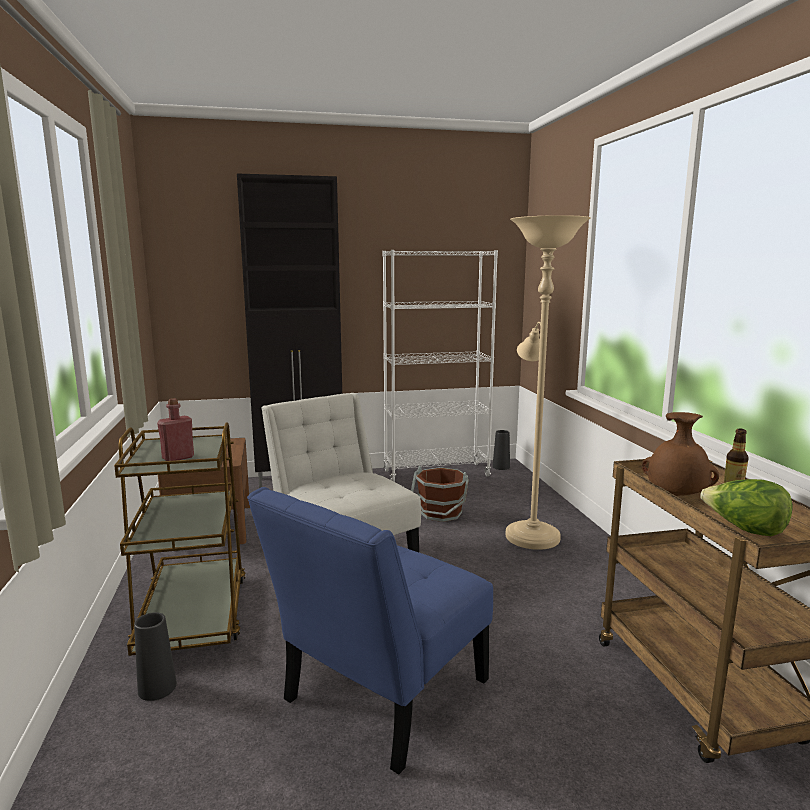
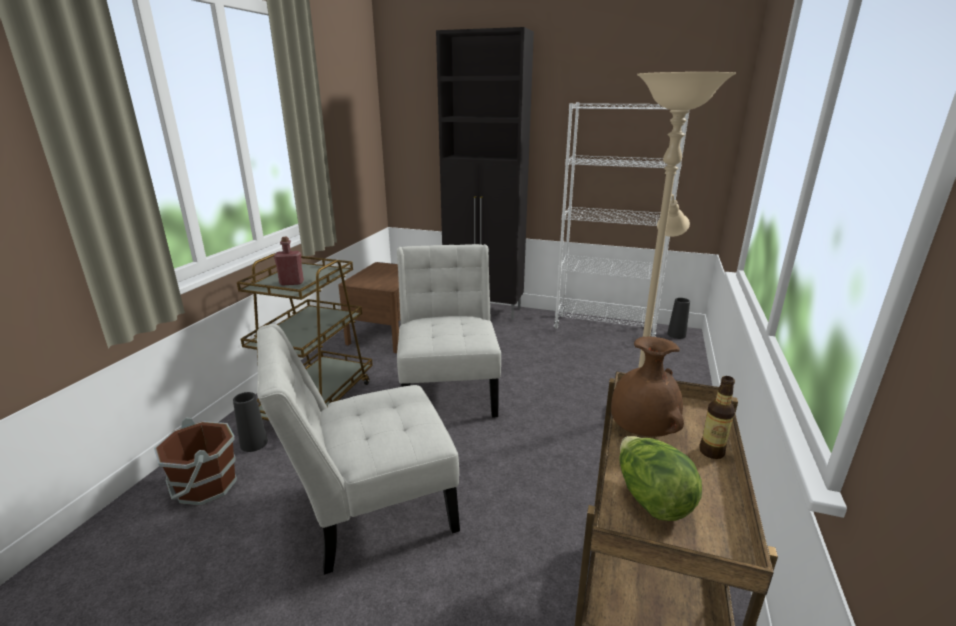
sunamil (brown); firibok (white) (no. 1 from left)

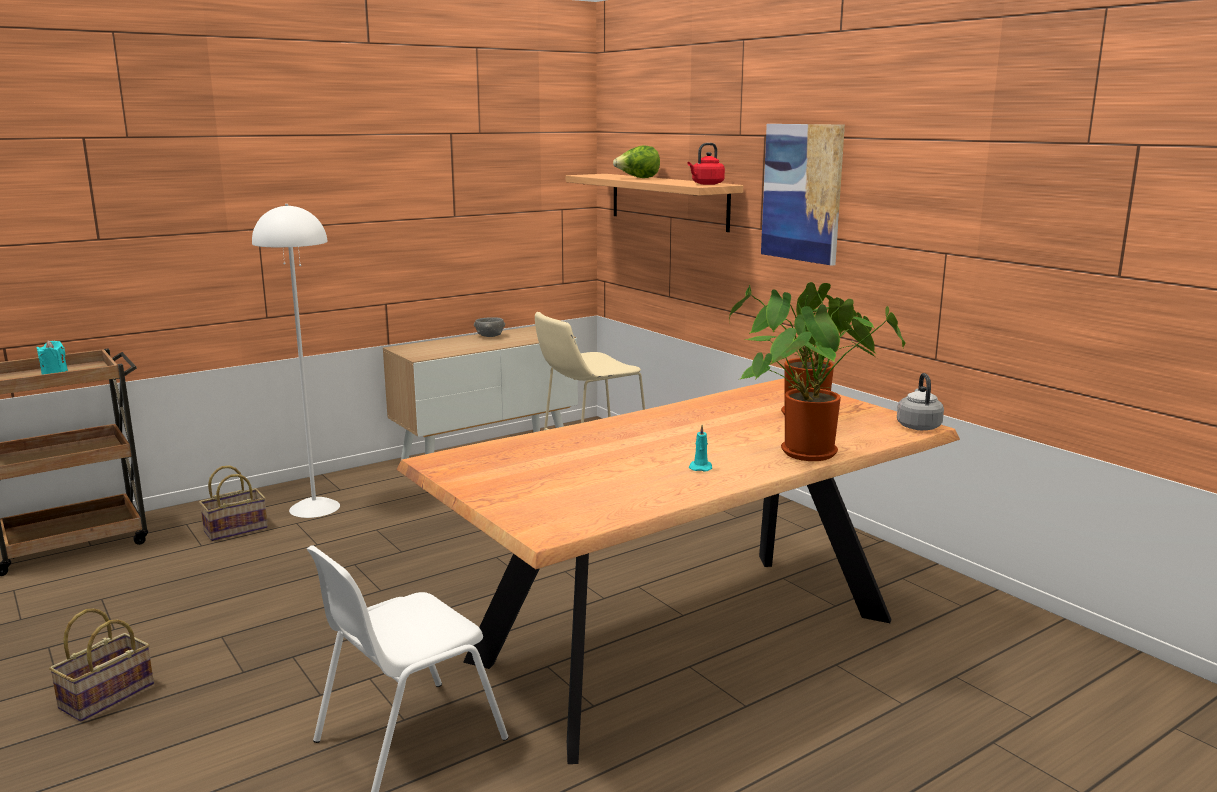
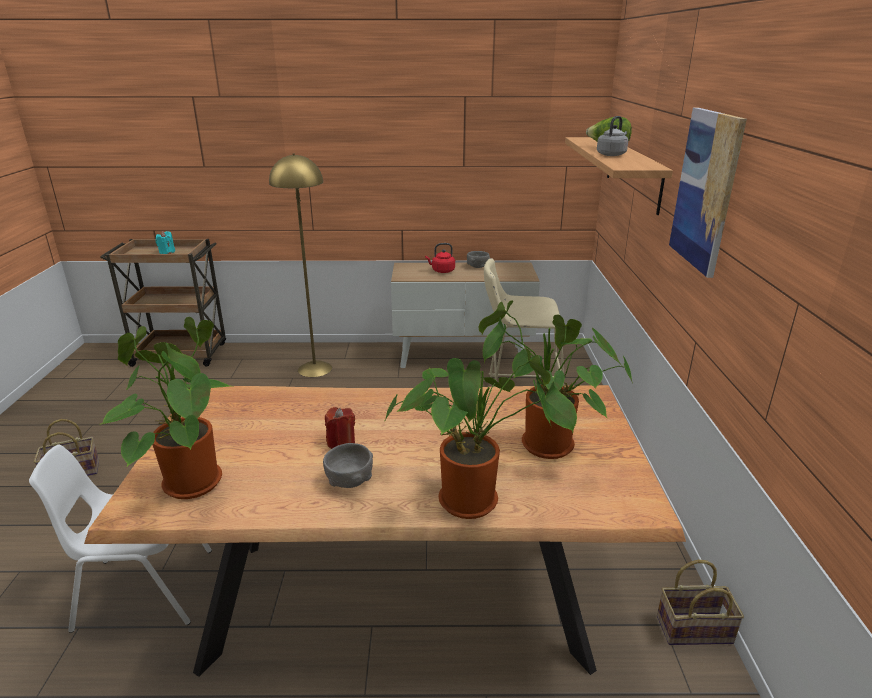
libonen (no. 1 from left); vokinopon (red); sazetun (no. 2 from left); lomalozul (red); lomalozul (grey); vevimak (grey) (no. 1 from left); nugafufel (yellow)

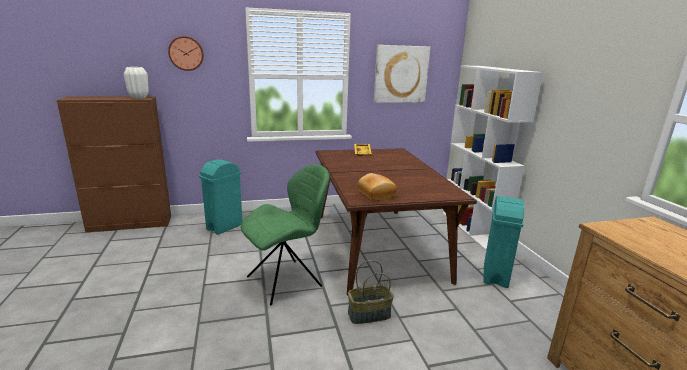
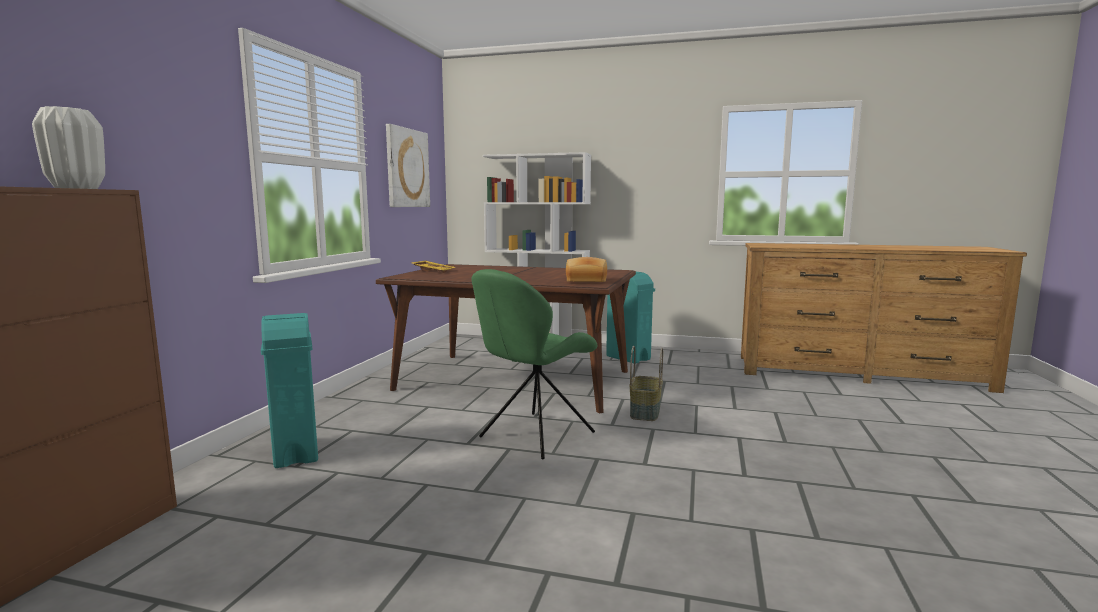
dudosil; firibok (green)

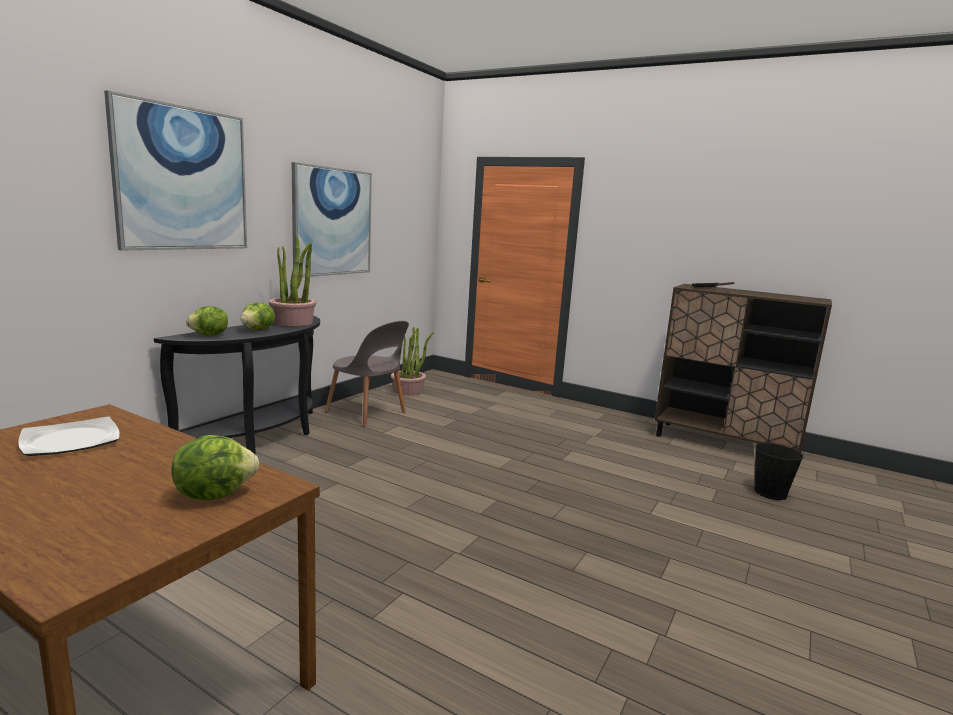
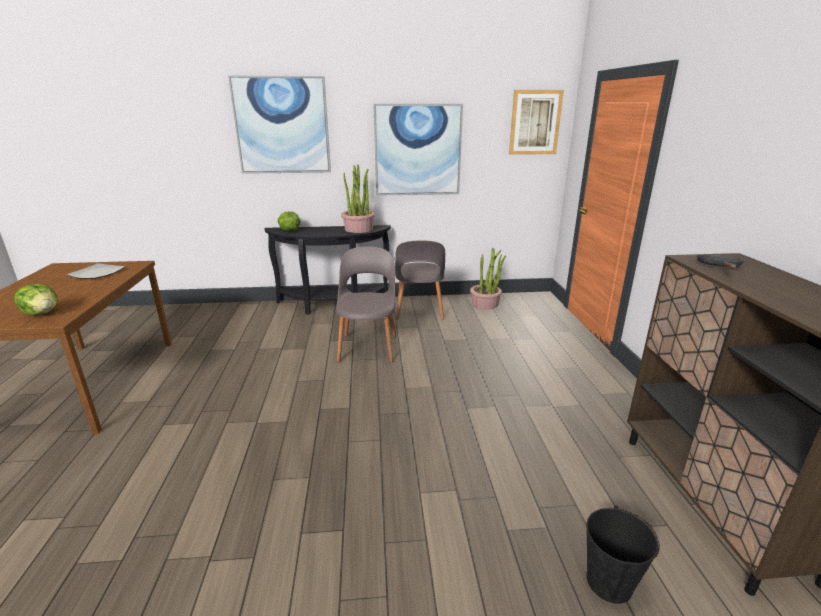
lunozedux (no. 3 from left in the first image); firibok (grey) (no. 1 from left); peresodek (no. 3 from left)

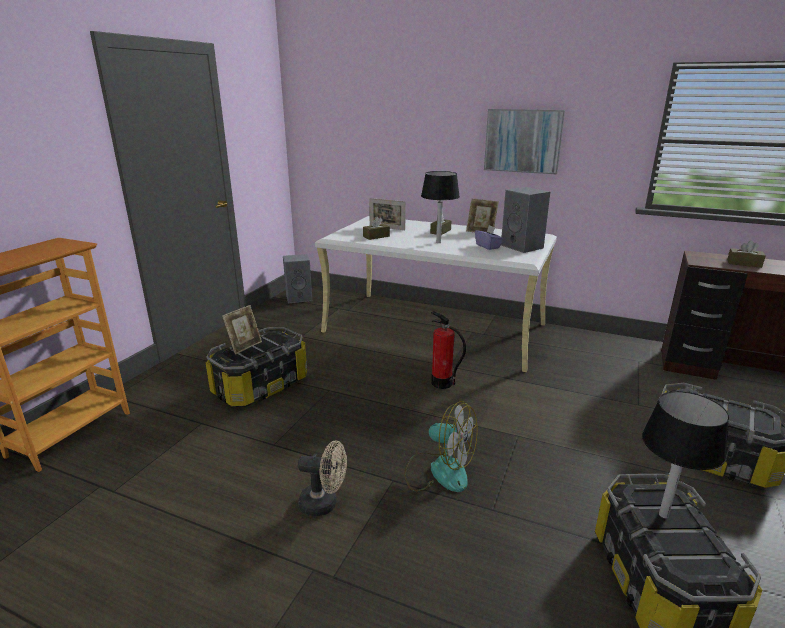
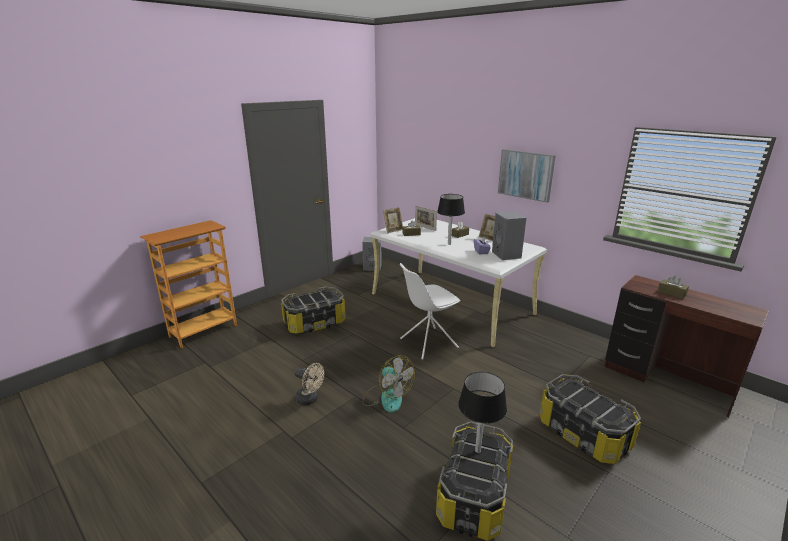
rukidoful (no. 1 from left); firibok (white)

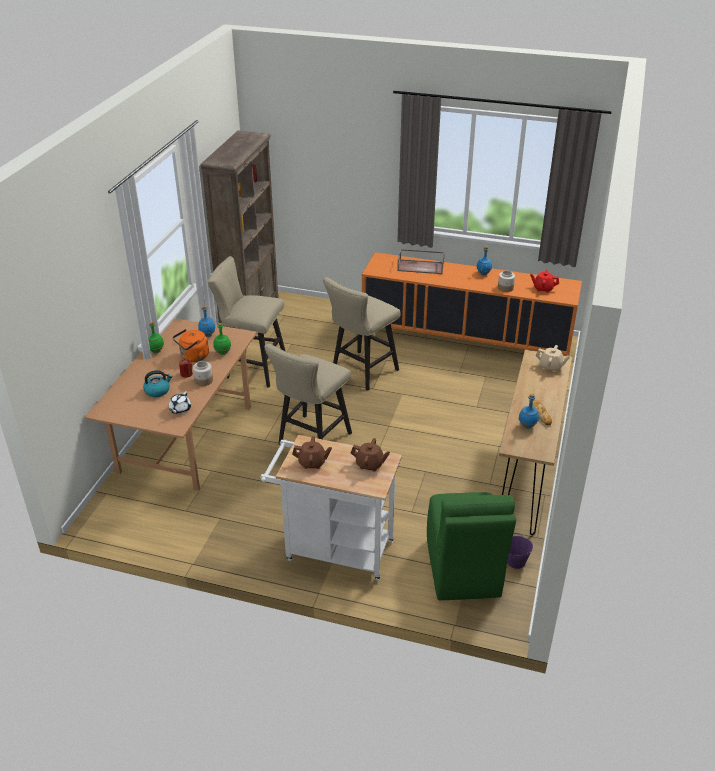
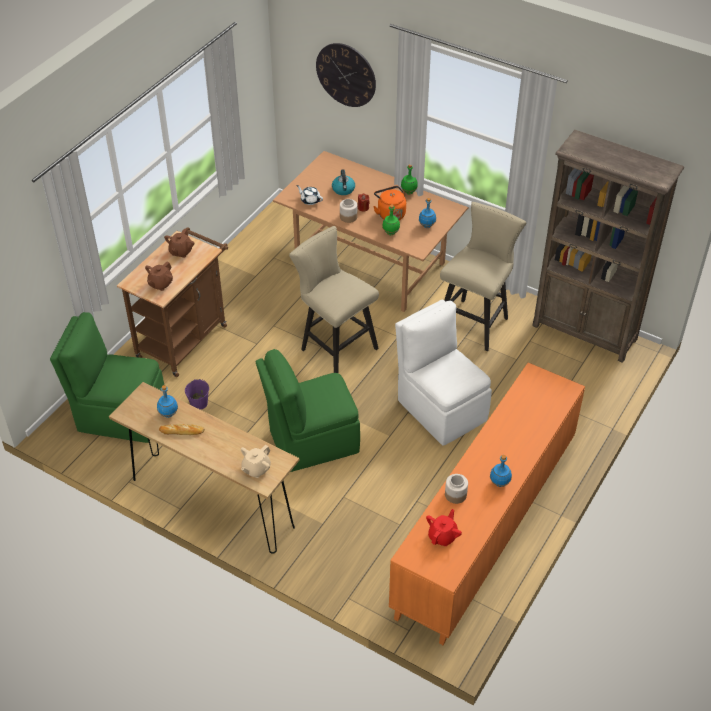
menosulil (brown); firibok (green) (no. 2 from left); dudosil; sunamil (purple); firibok (white); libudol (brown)

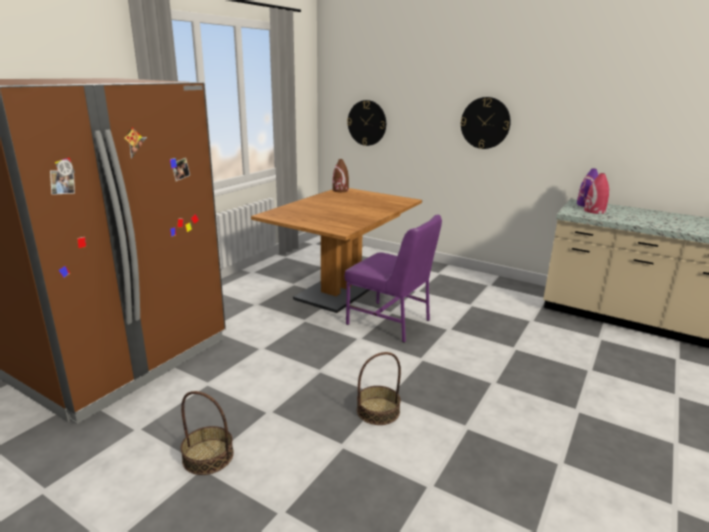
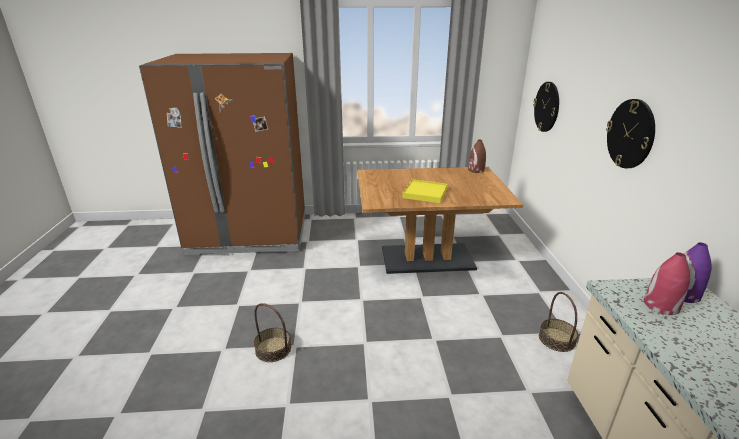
firibok (purple); menosulil (yellow); sazetun (no. 2 from left)

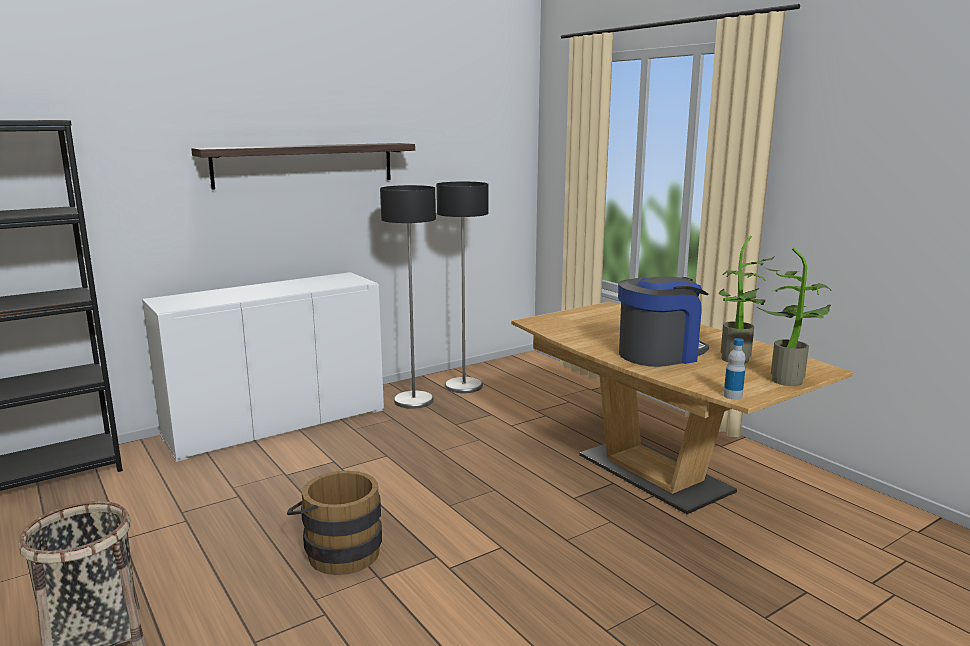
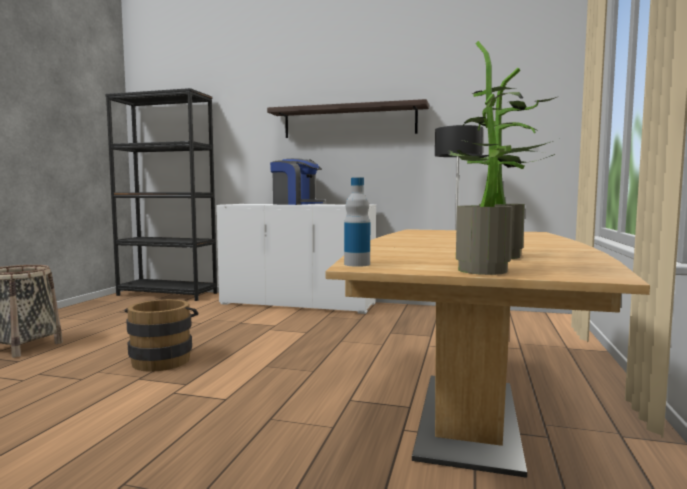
nugafufel (no. 1 from left in the first image); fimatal

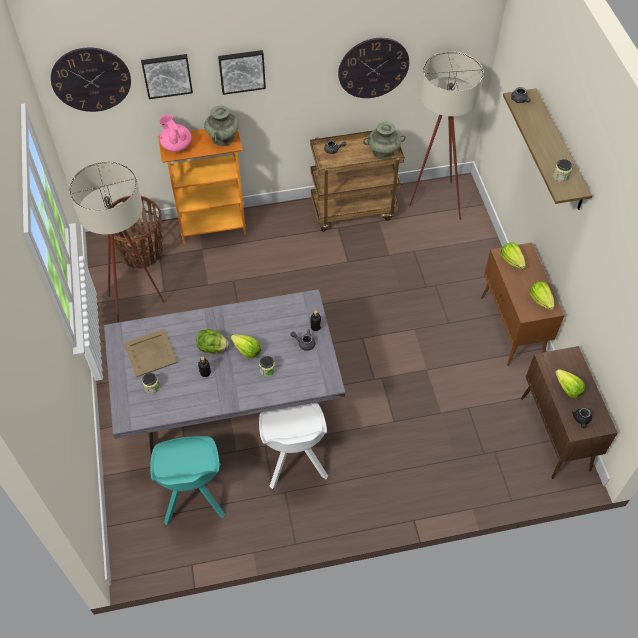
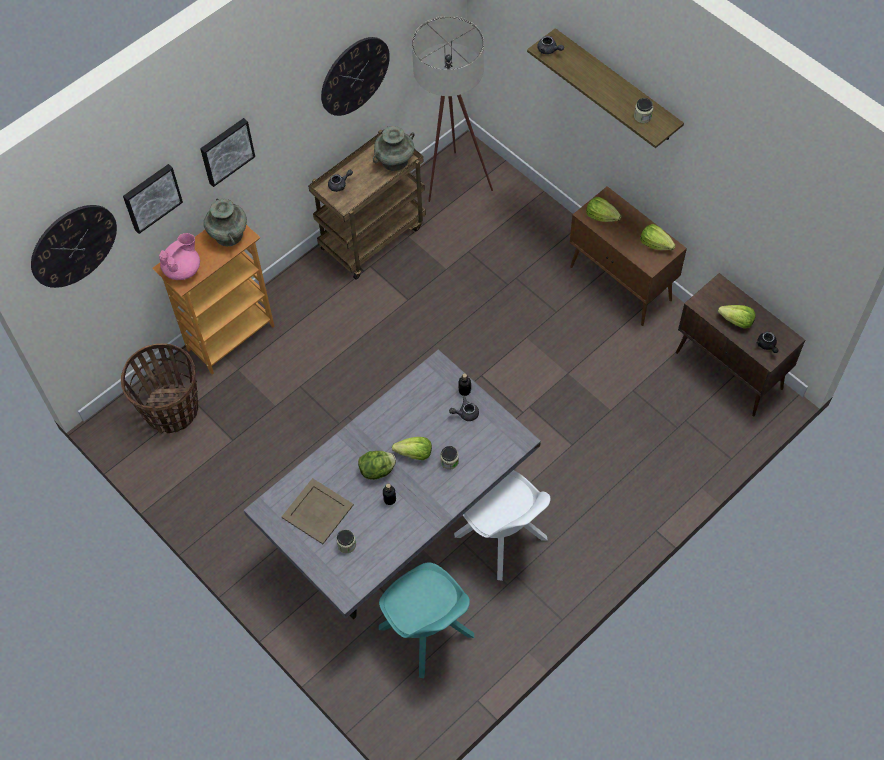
nugafufel (beige) (no. 1 from left in the first image); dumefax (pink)

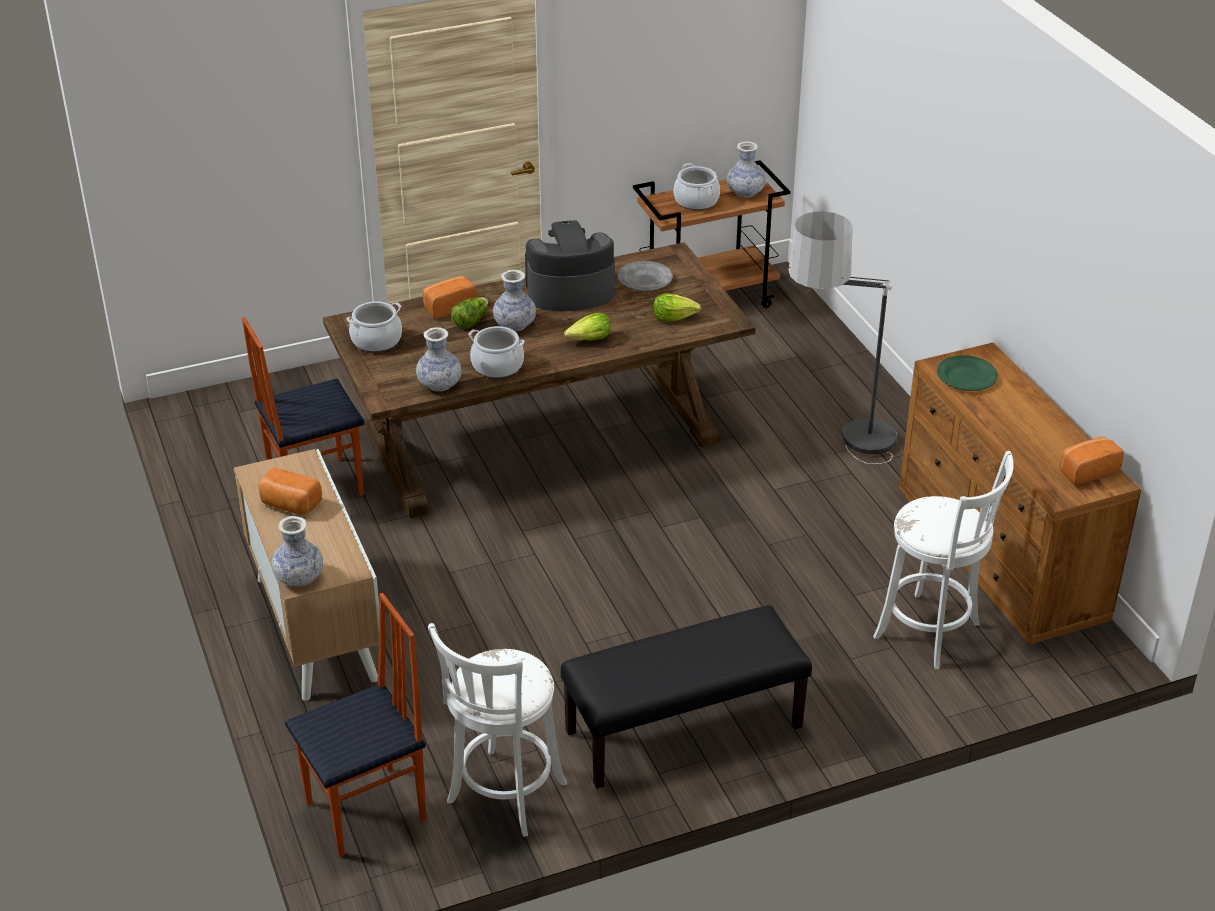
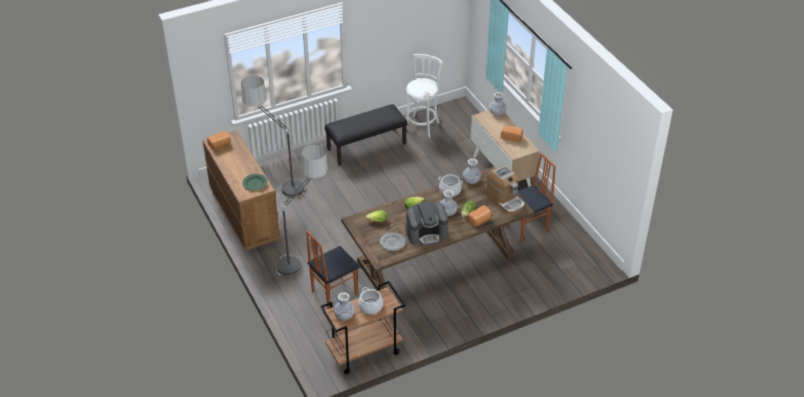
firibok (no. 1 from left); fimatal (no. 2 from left); nugafufel (no. 1 from left)

